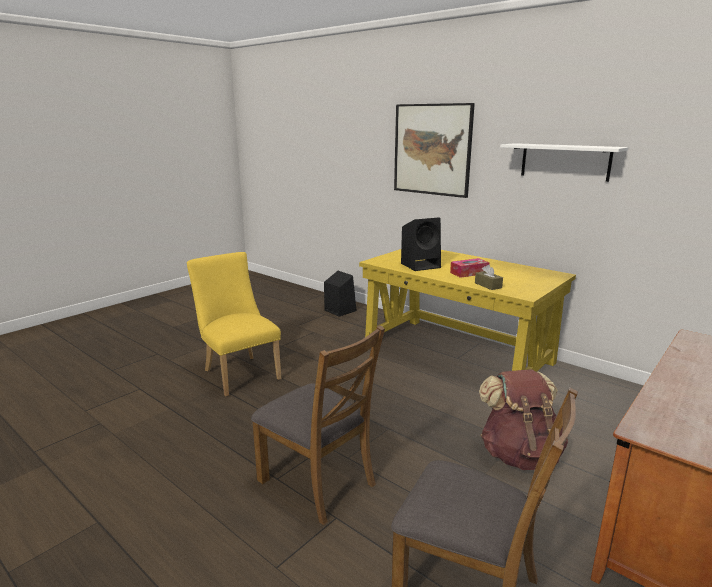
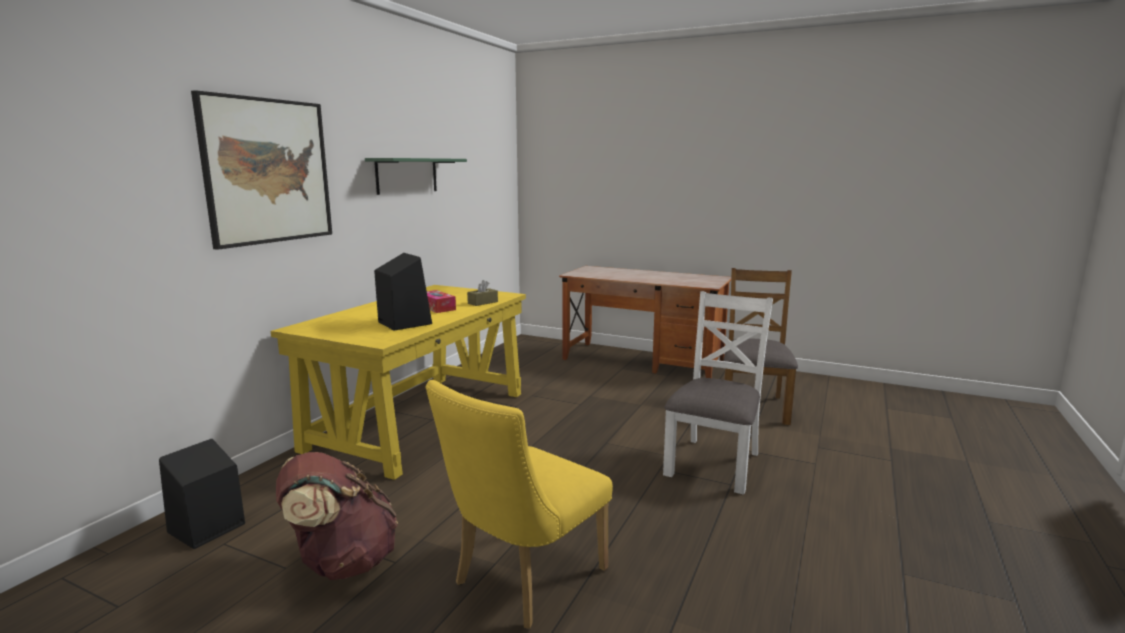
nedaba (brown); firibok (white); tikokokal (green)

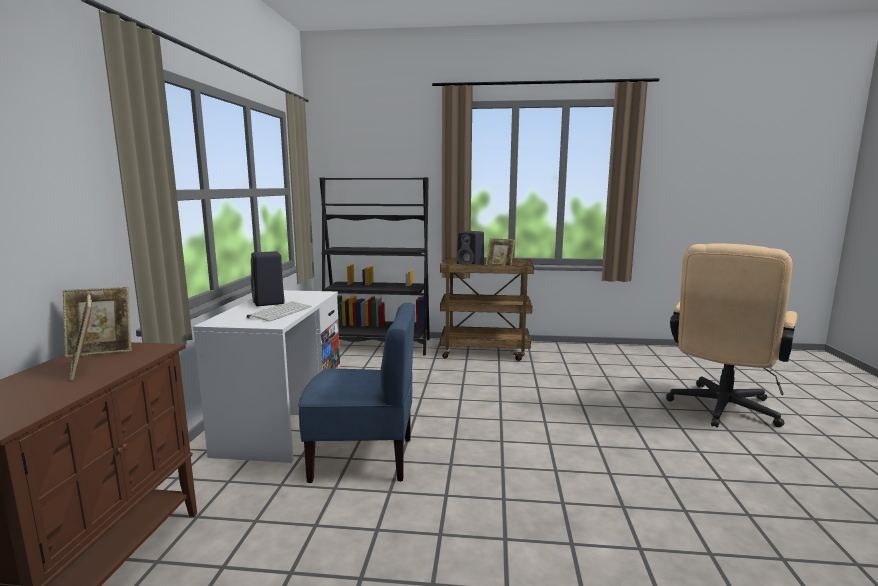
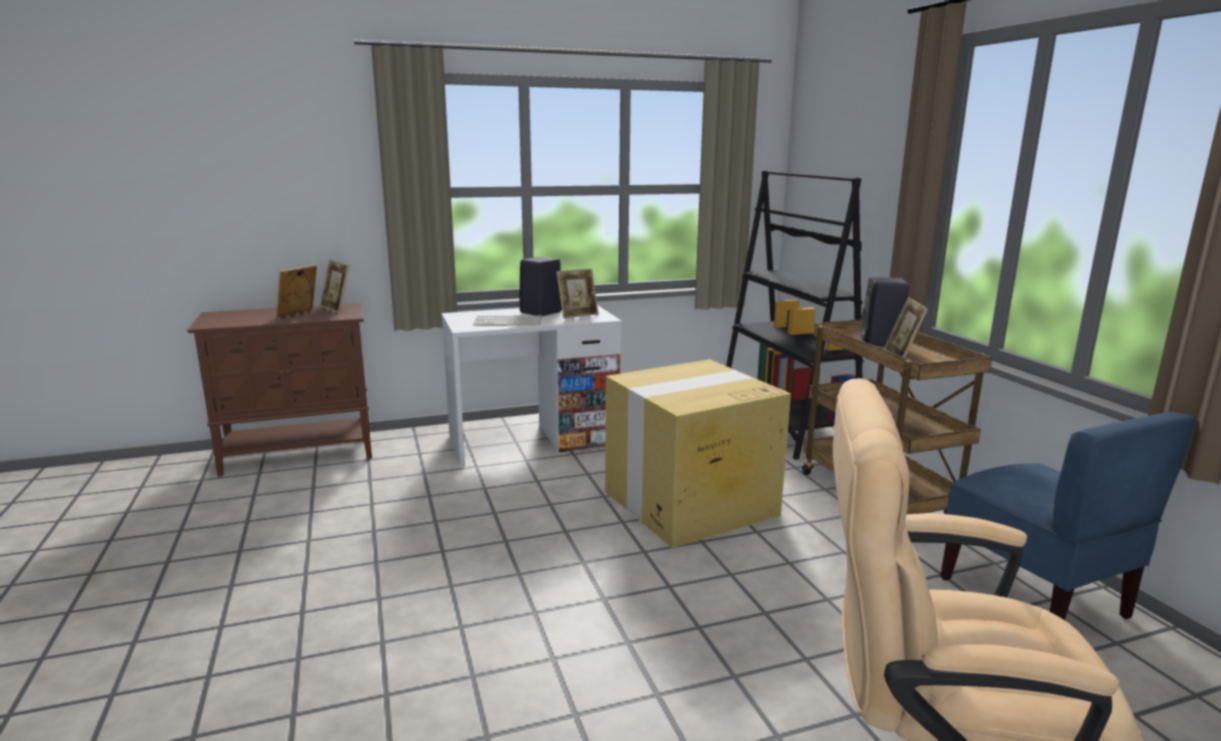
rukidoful (no. 3 from left); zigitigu; firibok (blue)

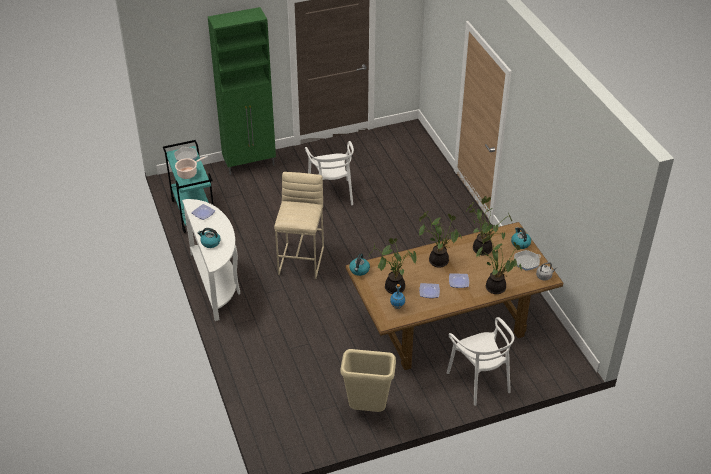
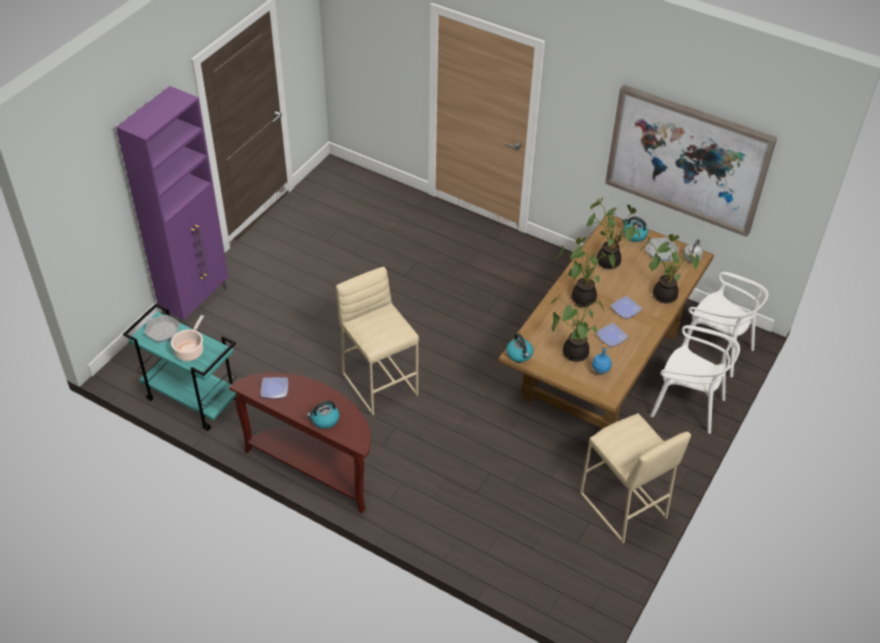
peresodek; firibok (white) (no. 2 from left); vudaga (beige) (no. 2 from left); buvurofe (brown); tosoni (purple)

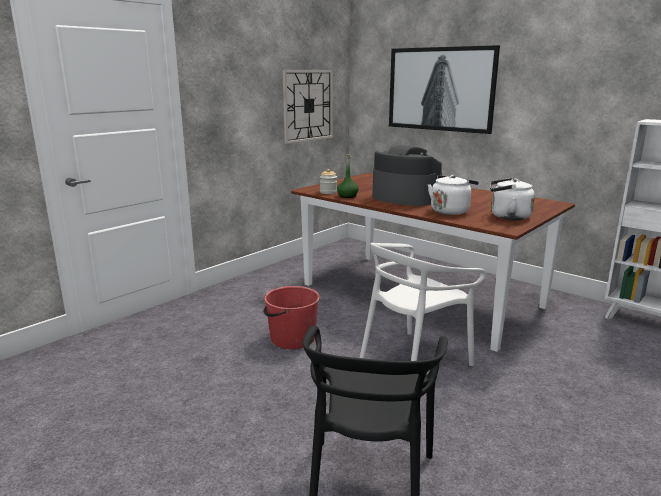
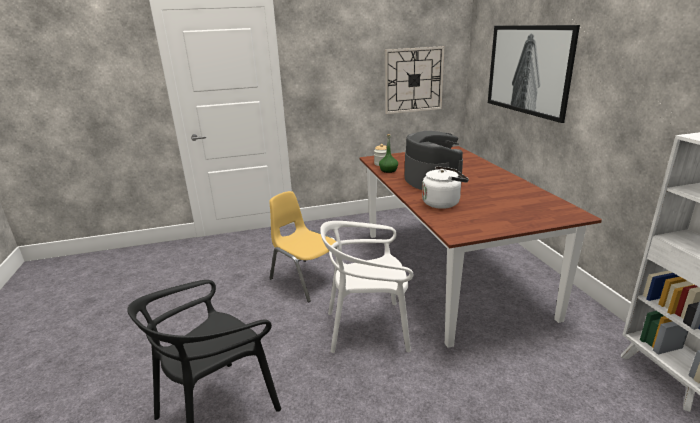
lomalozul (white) (no. 2 from left in the first image); firibok (yellow)

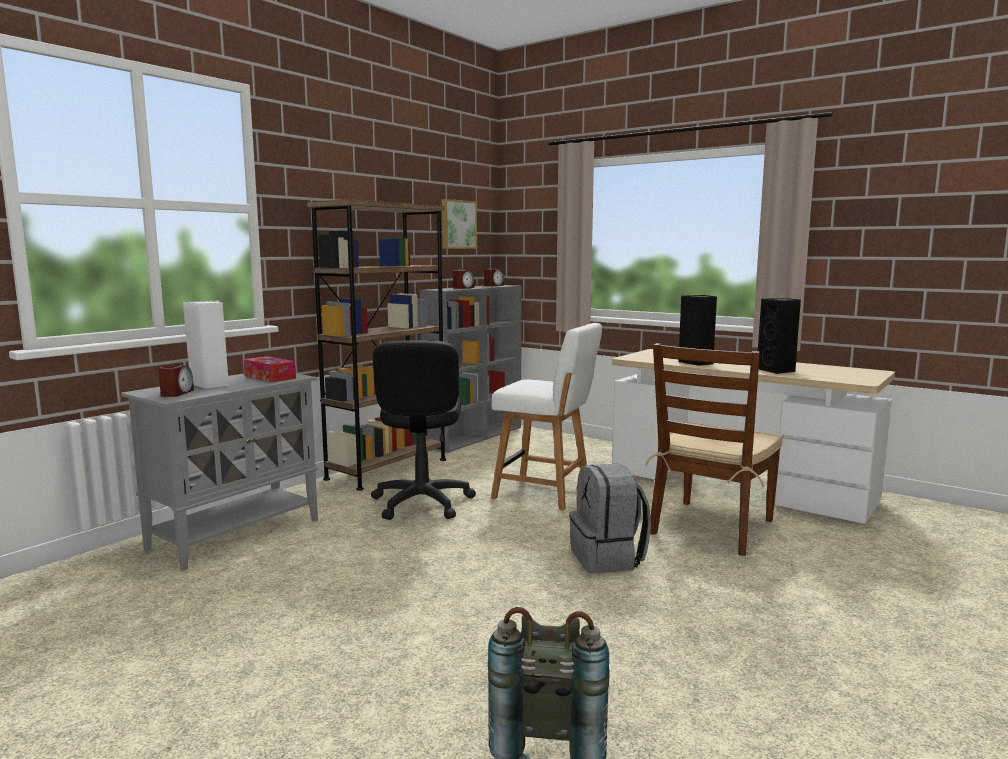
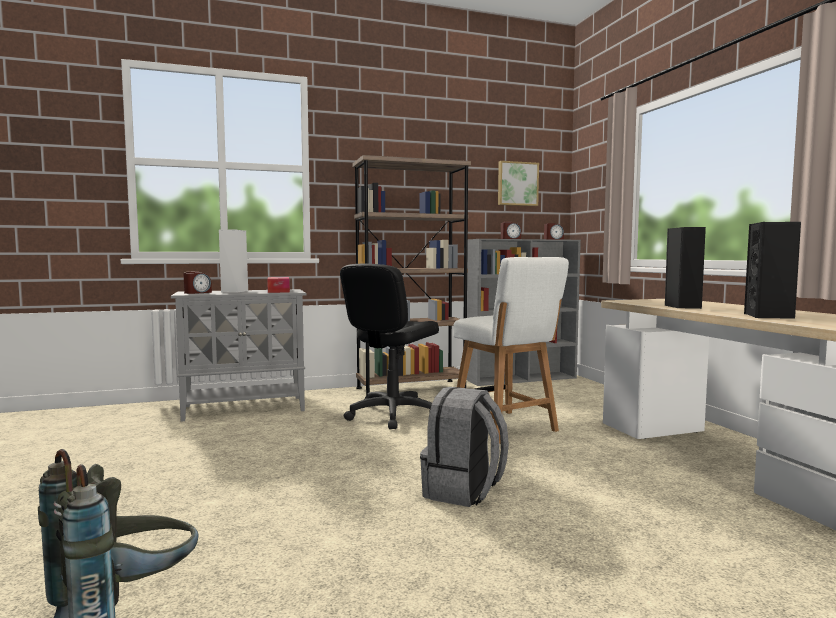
firibok (brown)

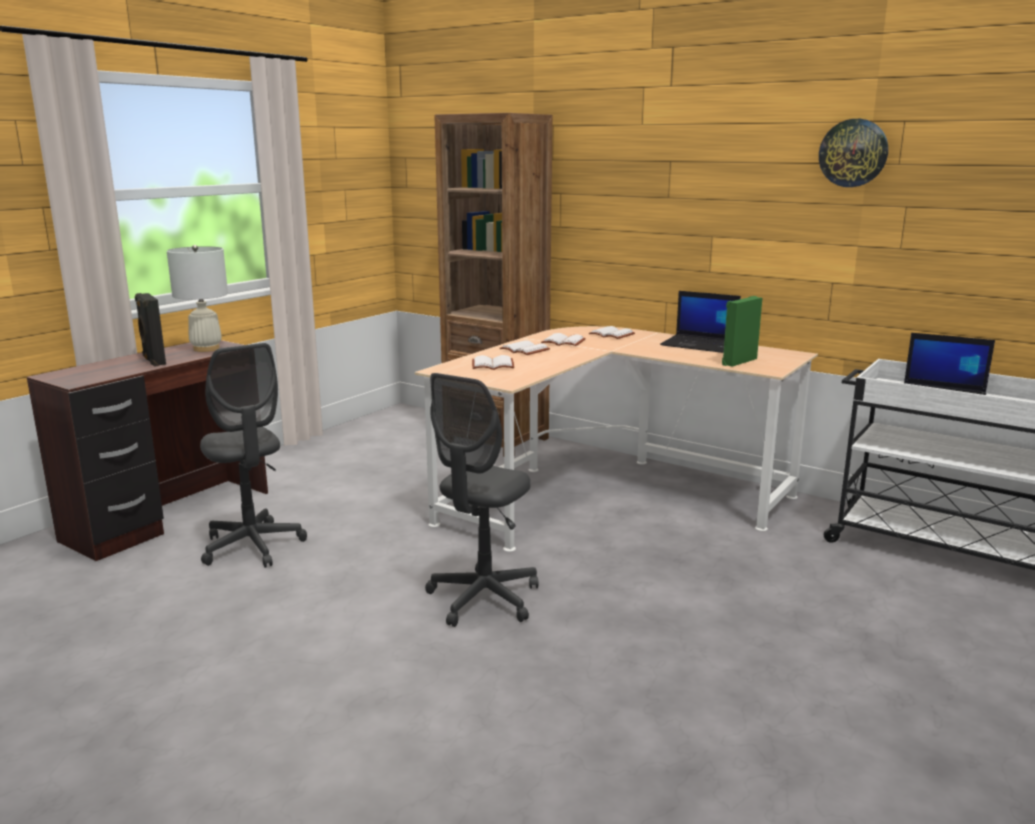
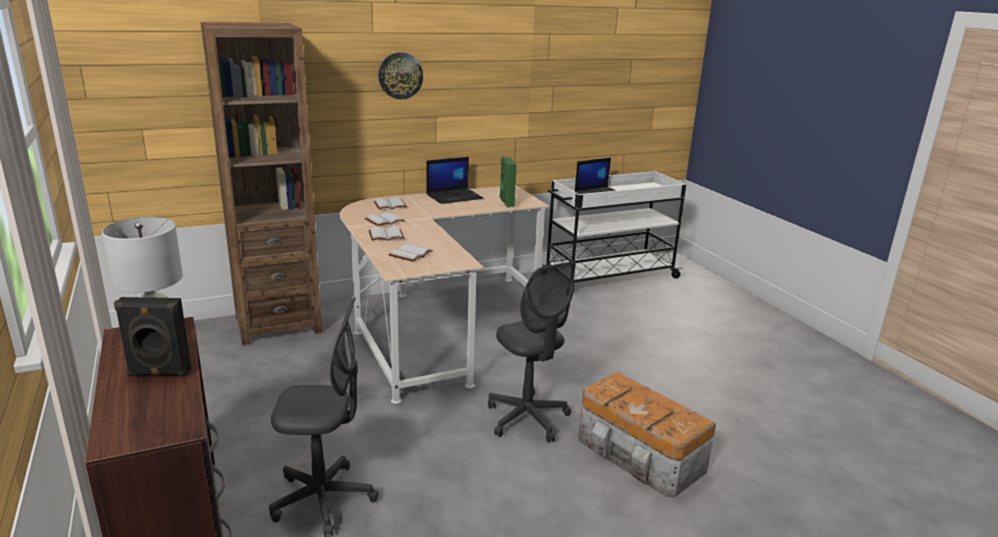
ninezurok; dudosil

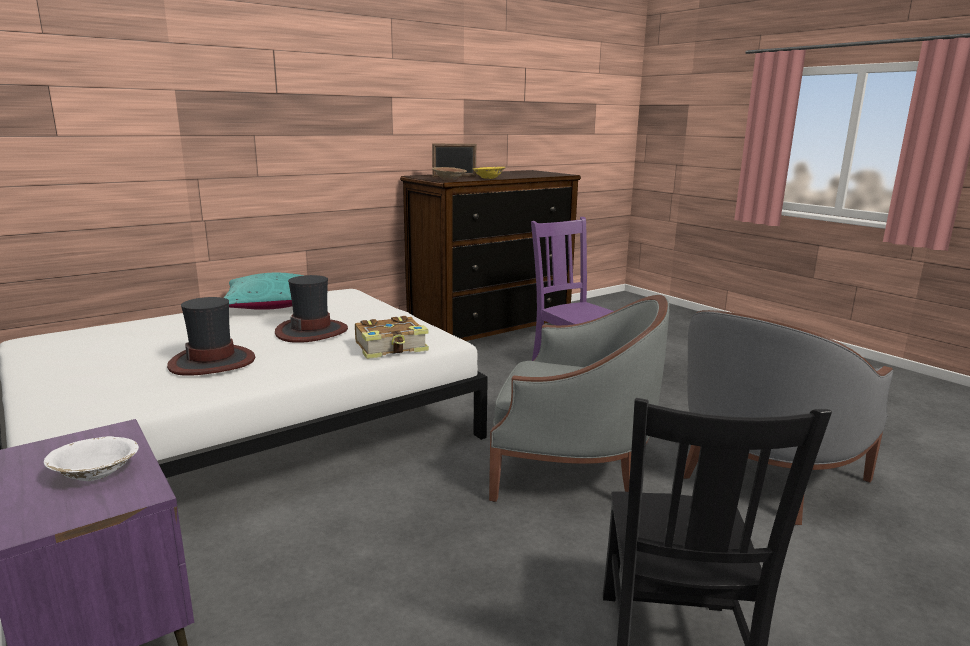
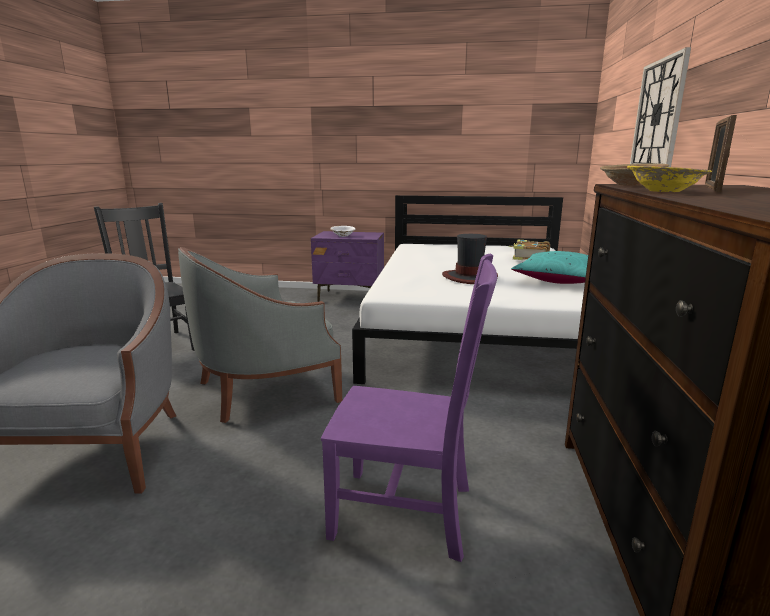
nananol (no. 1 from left in the first image); dudosil; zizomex

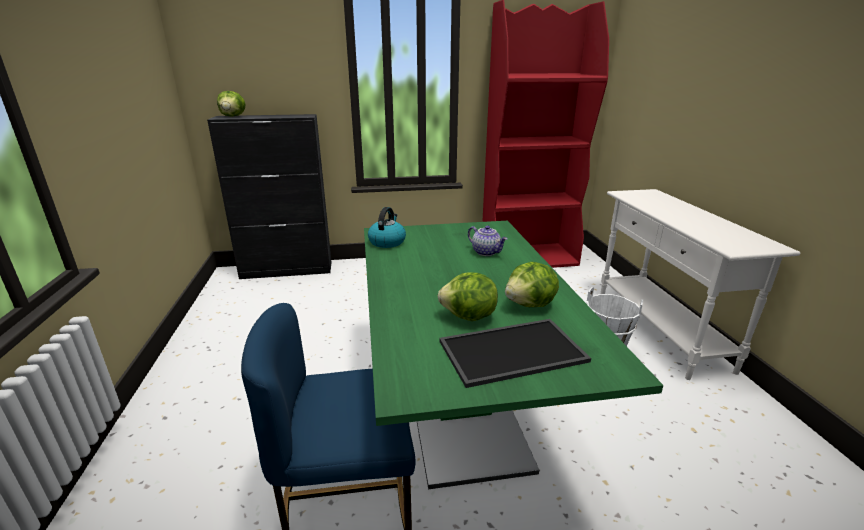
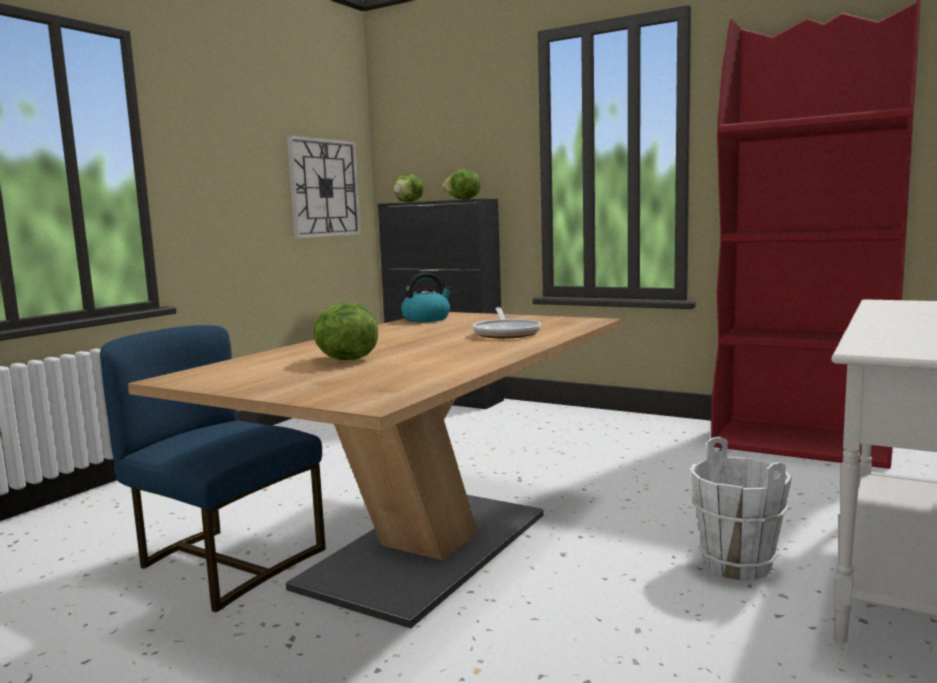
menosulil; dudosil; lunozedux (no. 3 from left); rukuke; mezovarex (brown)

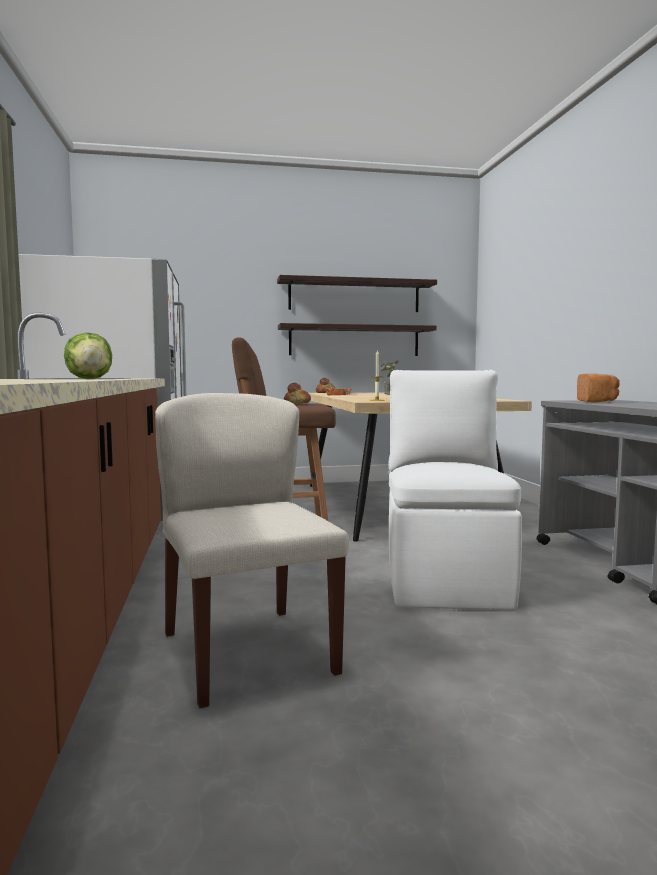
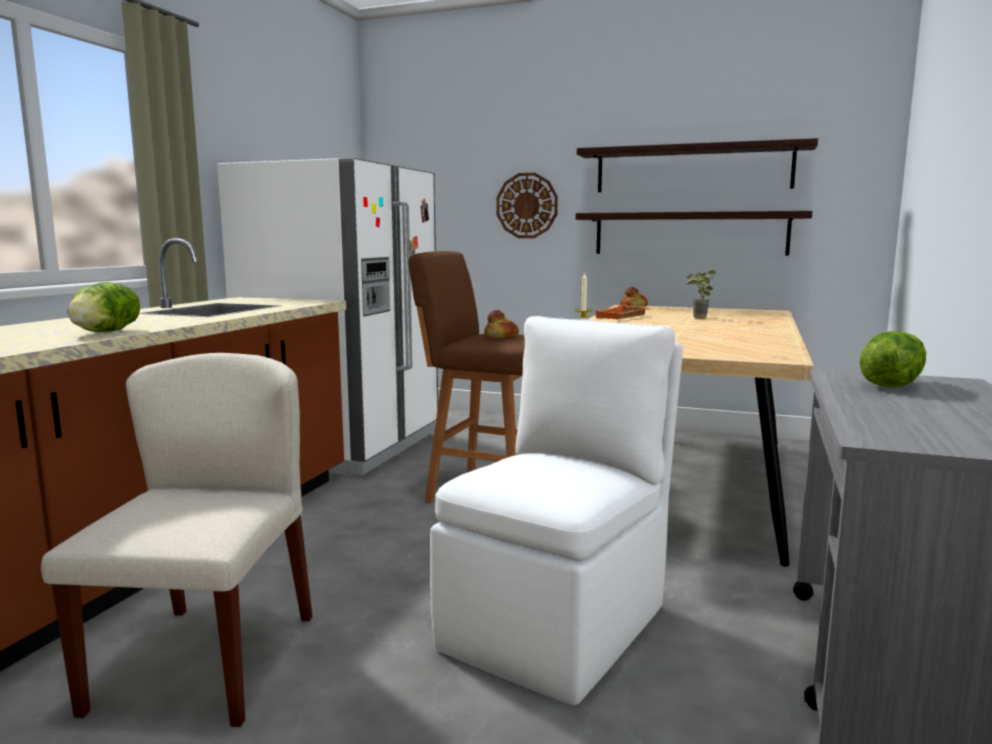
dudosil; lunozedux (no. 2 from left)

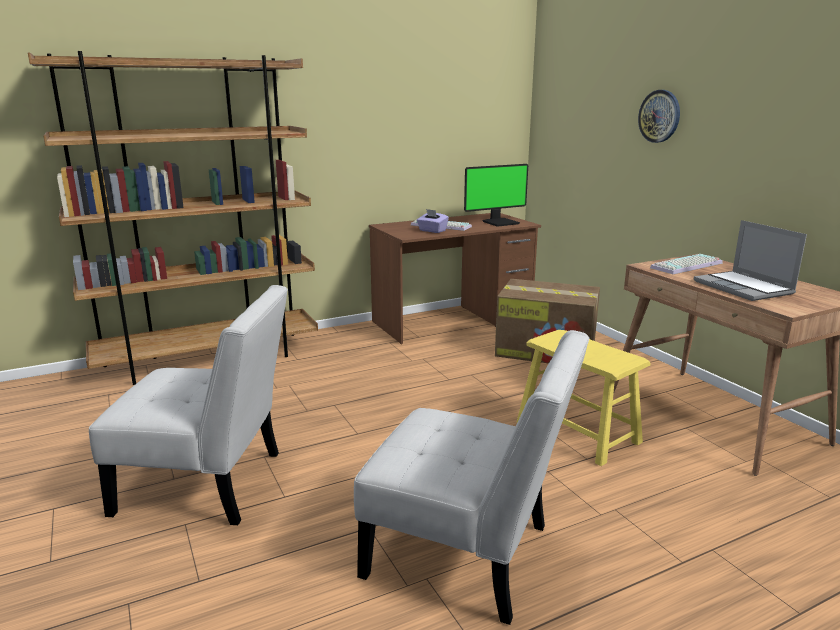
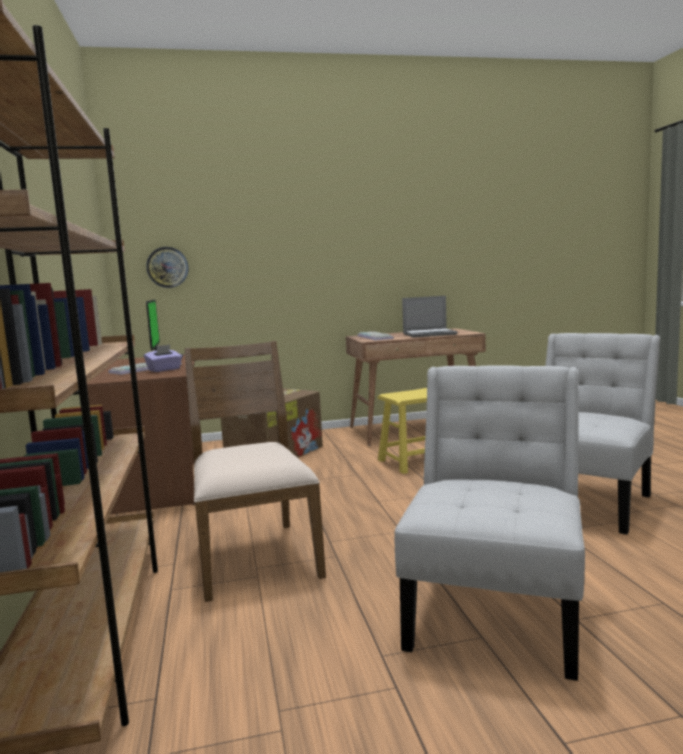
firibok (brown); dudosil

